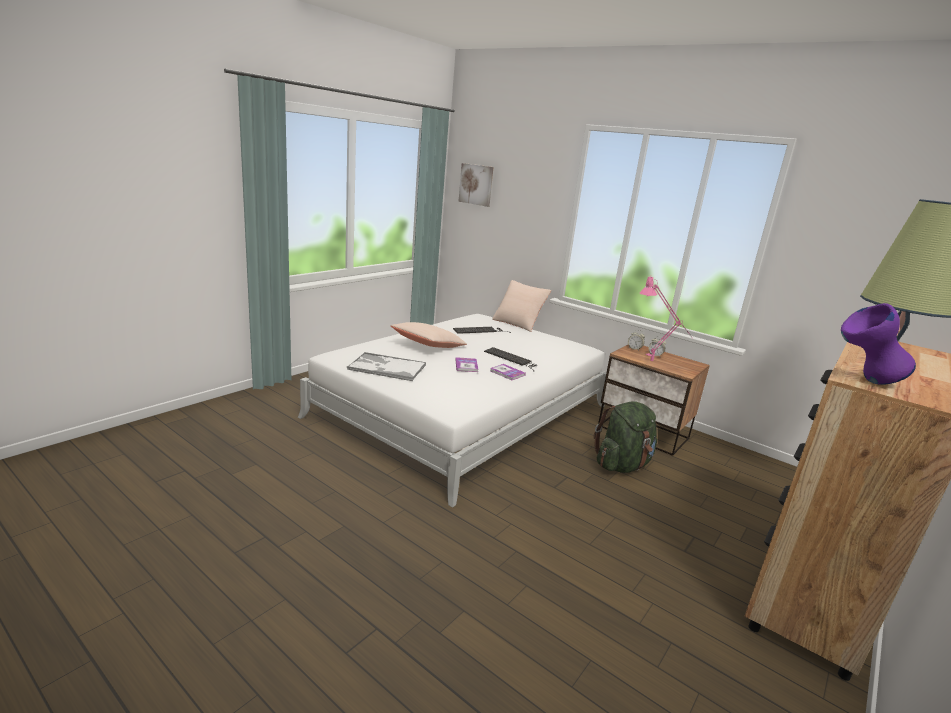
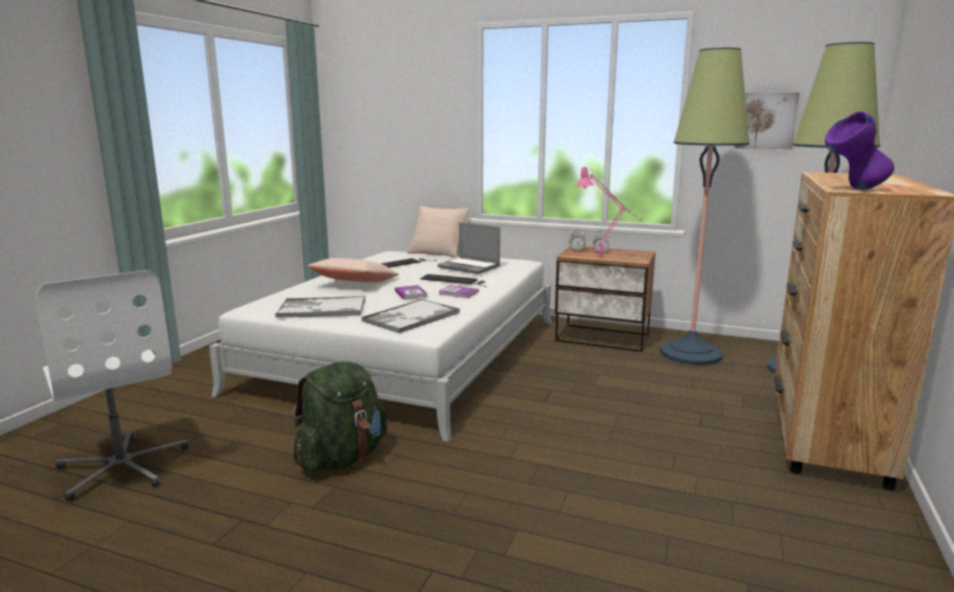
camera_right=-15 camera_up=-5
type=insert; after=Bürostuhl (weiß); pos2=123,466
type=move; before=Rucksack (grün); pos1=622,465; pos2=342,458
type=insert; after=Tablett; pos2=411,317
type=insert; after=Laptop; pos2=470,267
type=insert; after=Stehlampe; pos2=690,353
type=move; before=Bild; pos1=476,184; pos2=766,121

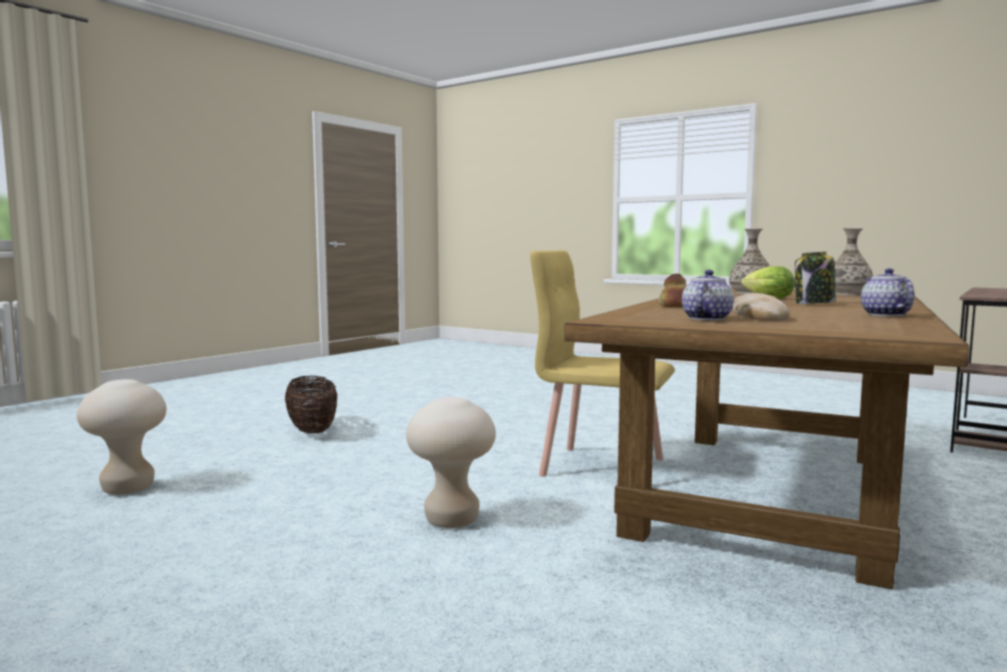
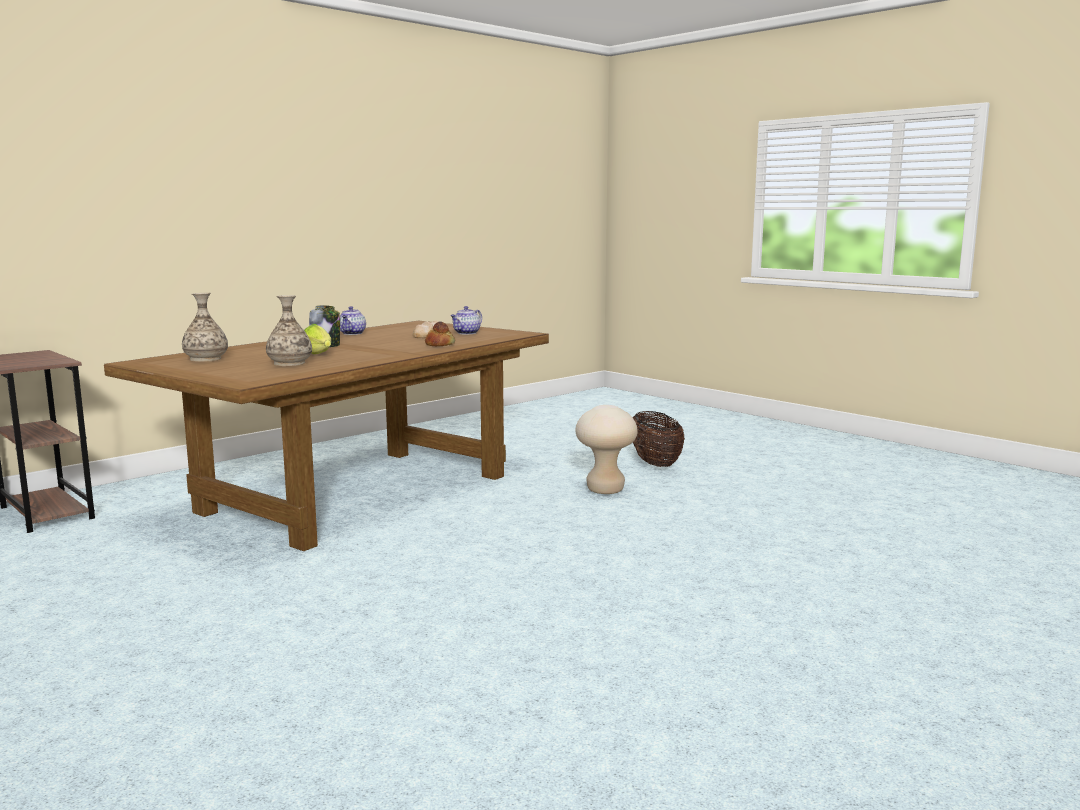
camera_right=-170 camera_up=5
type=move; before=Korb; pos1=312,431; pos2=655,463
type=delete; before=Hocker (beige); pos1=128,489
type=delete; before=Stuhl (gelb); pos1=601,466

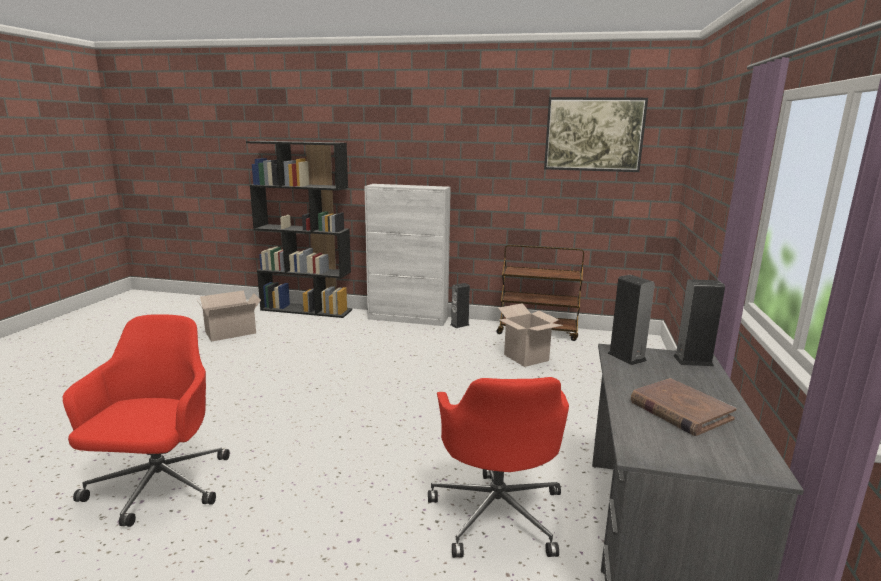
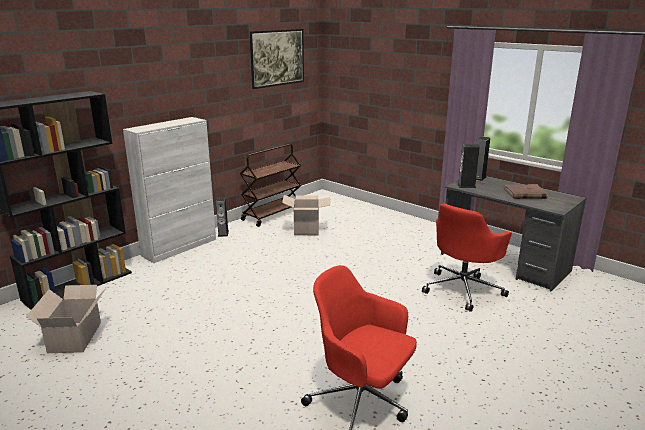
camera_right=-60 camera_up=5
type=rotate; before=Bürostuhl (rot); pos1=497,512; pos2=463,289; turn=105

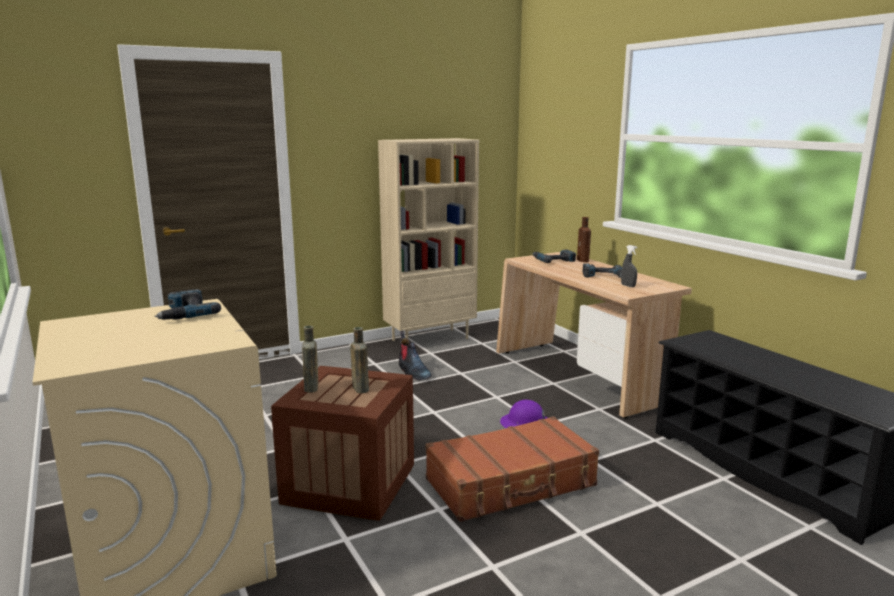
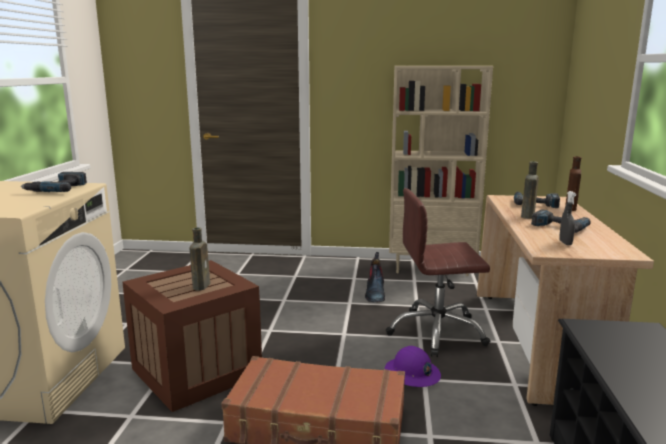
camera_right=35 camera_up=0
type=insert; after=Bürostuhl (braun); pos2=437,332
type=move; before=Flasche (braun); pos1=311,388; pos2=527,216

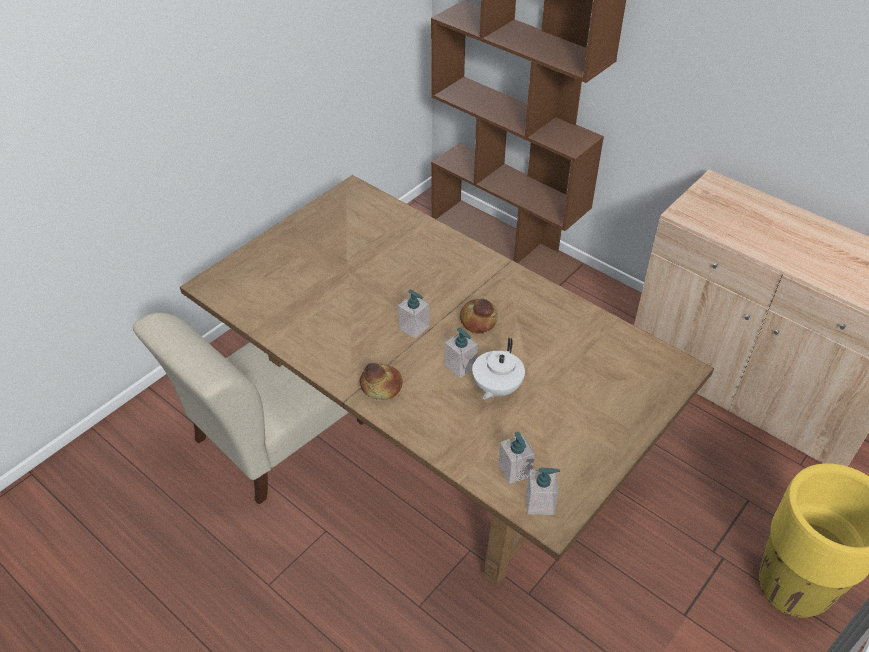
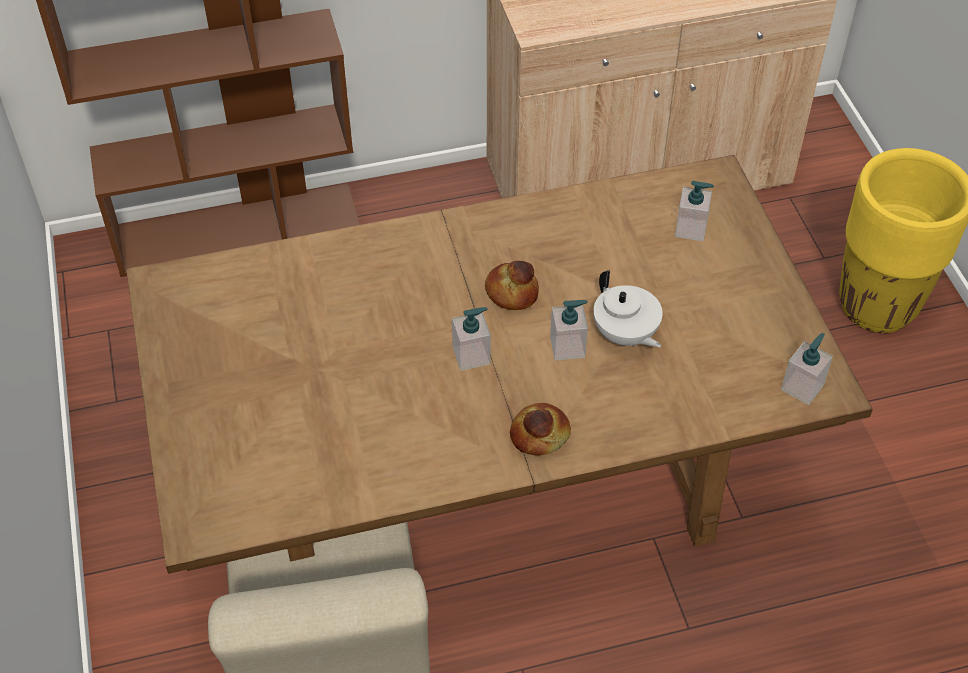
camera_right=-55 camera_up=5
type=move; before=Seifenspender; pos1=515,470; pos2=691,229

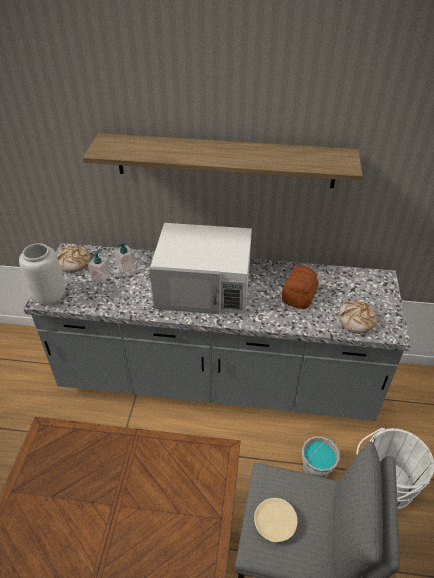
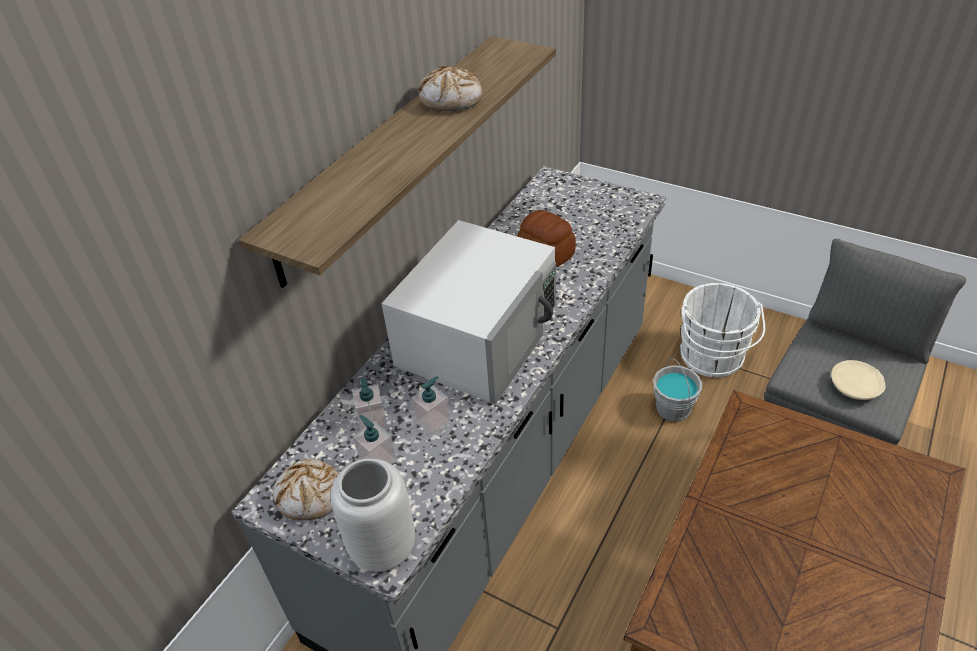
camera_right=-65 camera_up=0
type=insert; after=Seifenspender; pos2=433,422
type=move; before=Brot; pos1=356,321; pos2=451,99

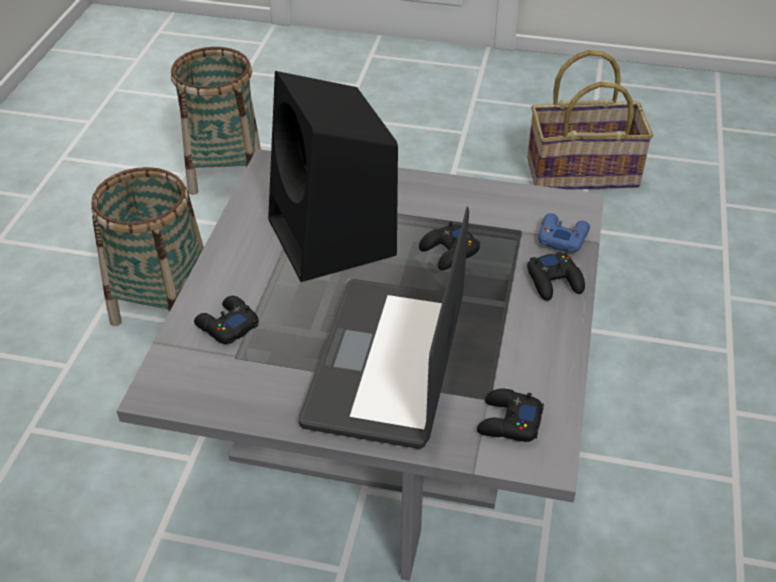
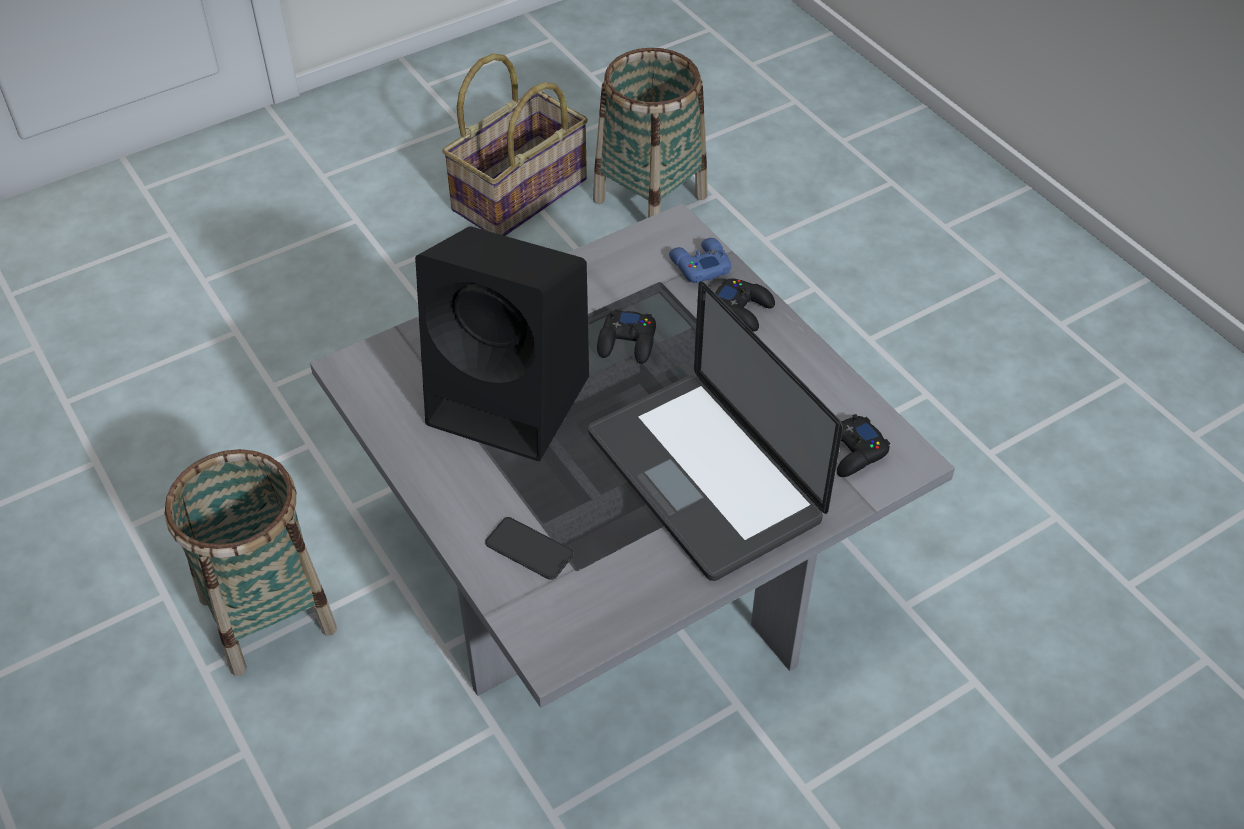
camera_right=-45 camera_up=5
type=replace; before=Gamepad (schwarz); after=Handy; pos1=226,325; pos2=529,549
type=move; before=Korb; pos1=225,172; pos2=649,198

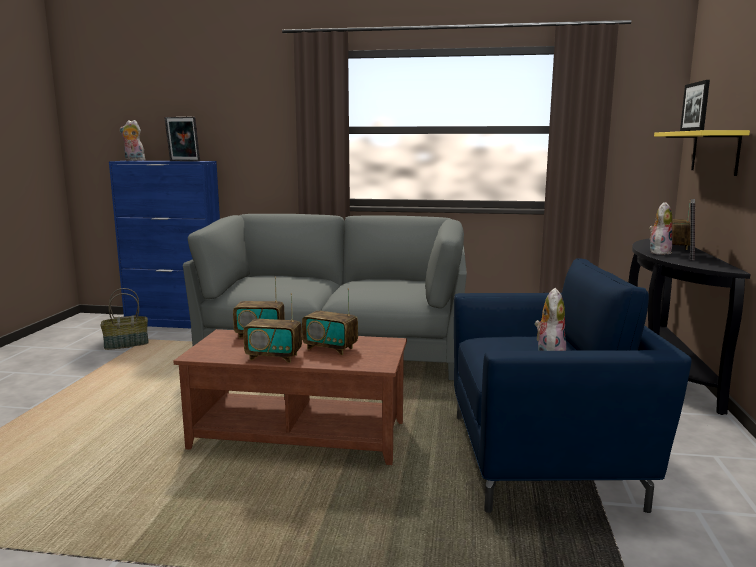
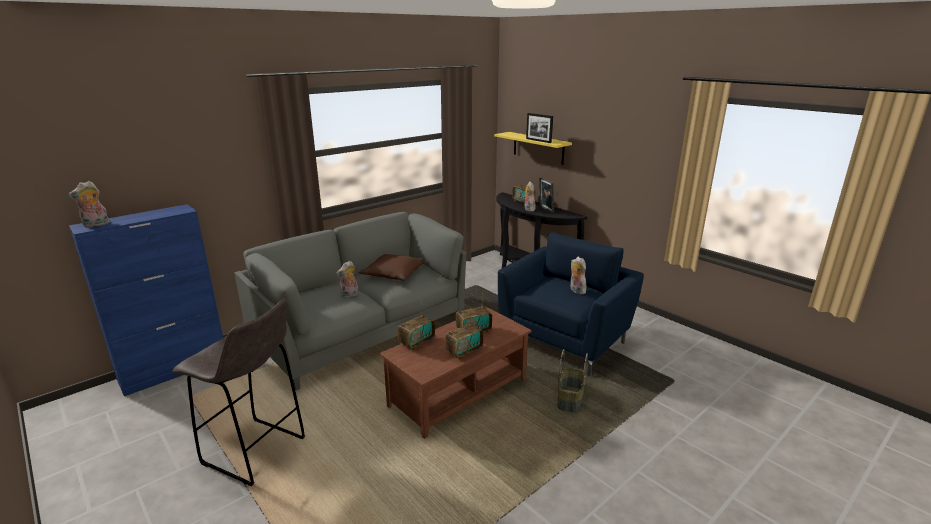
camera_right=-50 camera_up=10
type=insert; after=Hocker (grau); pos2=256,452
type=insert; after=Plüschtier; pos2=350,295
type=insert; after=Kissen (braun); pos2=393,273
type=move; before=Korb; pos1=126,344; pos2=570,400
type=delete; before=Bilderrahmen; pos1=183,161

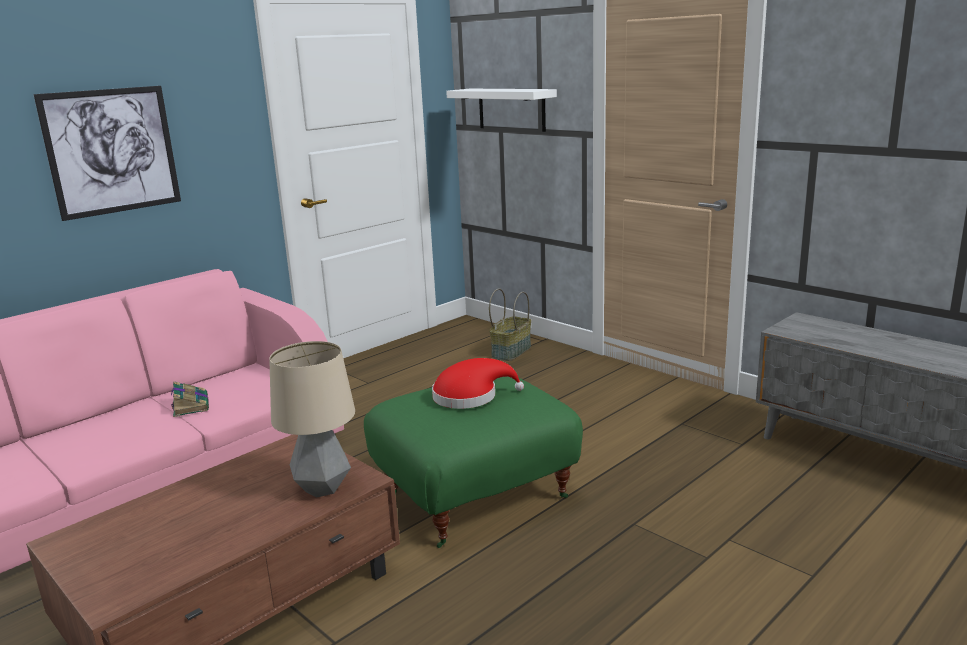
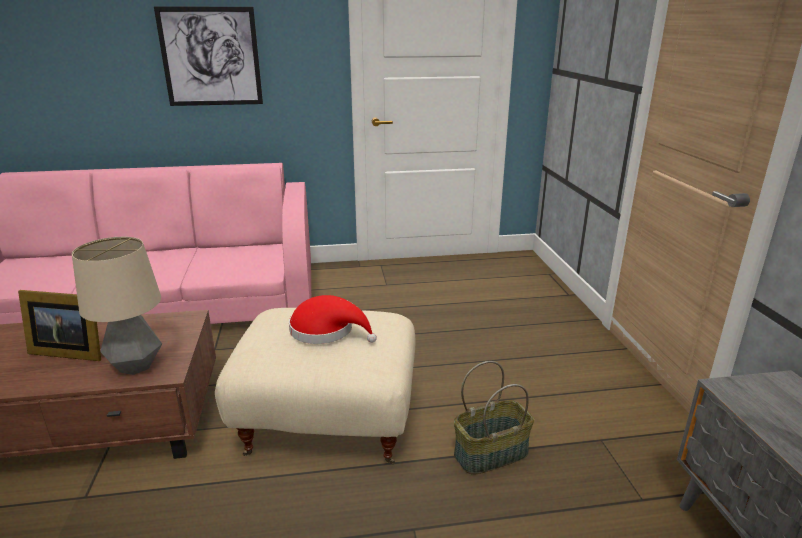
camera_right=35 camera_up=5
type=insert; after=Bilderrahmen; pos2=69,351
type=recolor; before=Polsterhocker (grün); after=Polsterhocker (beige); pos1=475,495; pos2=329,421
type=move; before=Korb; pos1=511,351; pos2=491,453
type=delete; before=Buch; pos1=191,405
type=delete; before=Wandregal (weiß); pos1=511,109

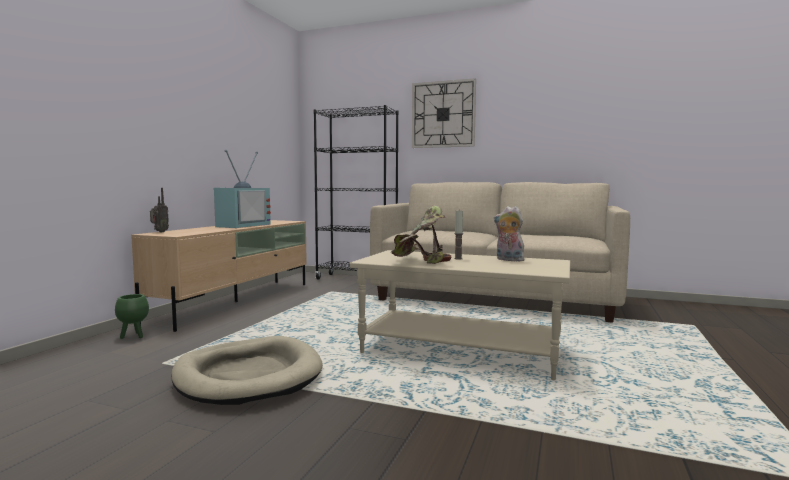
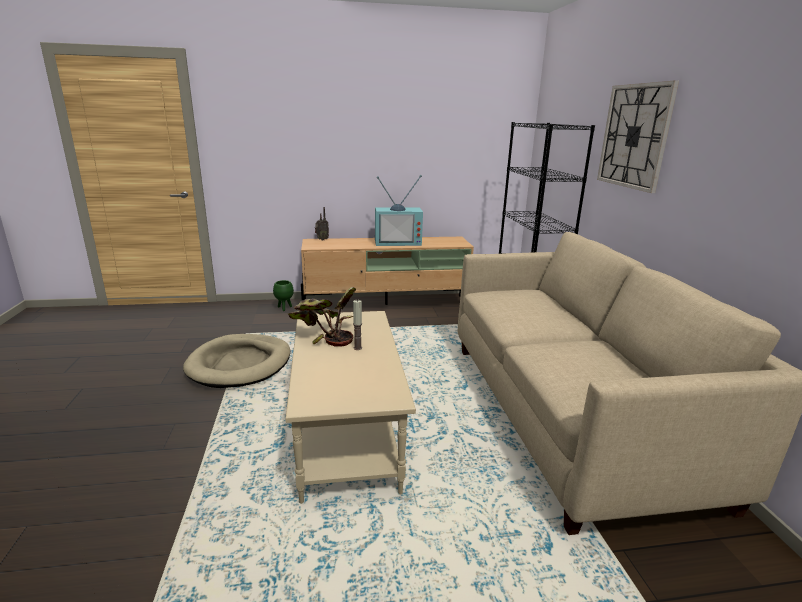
camera_right=60 camera_up=15
type=delete; before=Plüschtier; pos1=508,260

